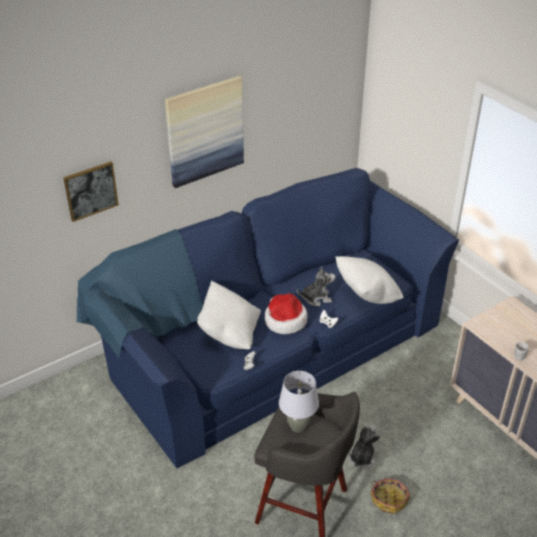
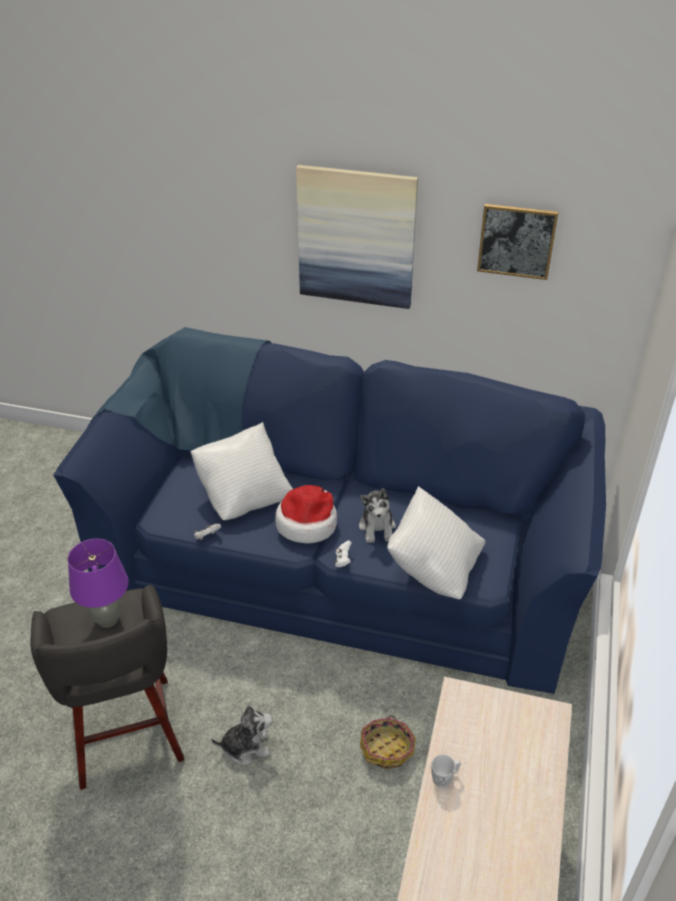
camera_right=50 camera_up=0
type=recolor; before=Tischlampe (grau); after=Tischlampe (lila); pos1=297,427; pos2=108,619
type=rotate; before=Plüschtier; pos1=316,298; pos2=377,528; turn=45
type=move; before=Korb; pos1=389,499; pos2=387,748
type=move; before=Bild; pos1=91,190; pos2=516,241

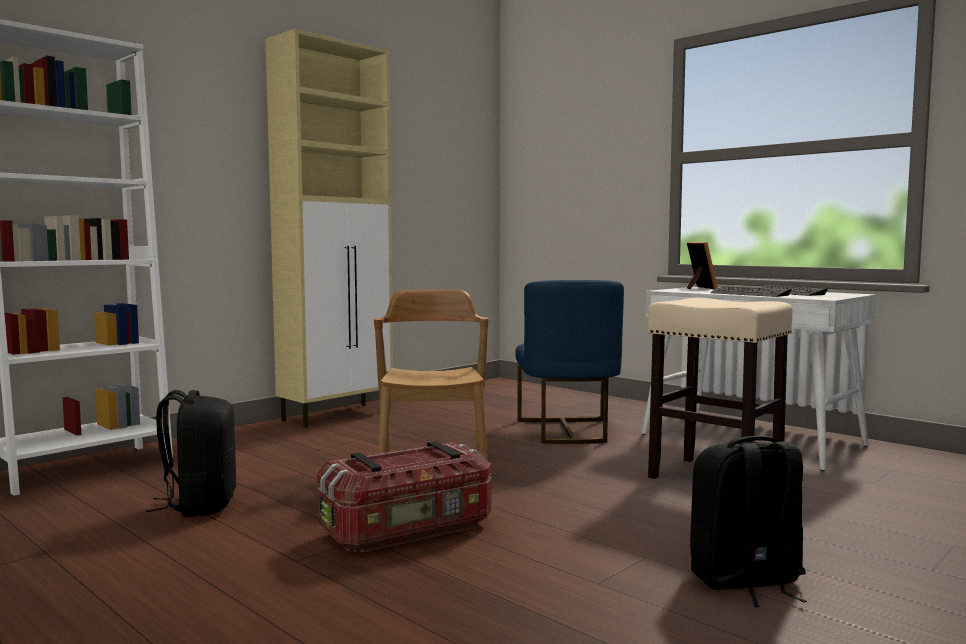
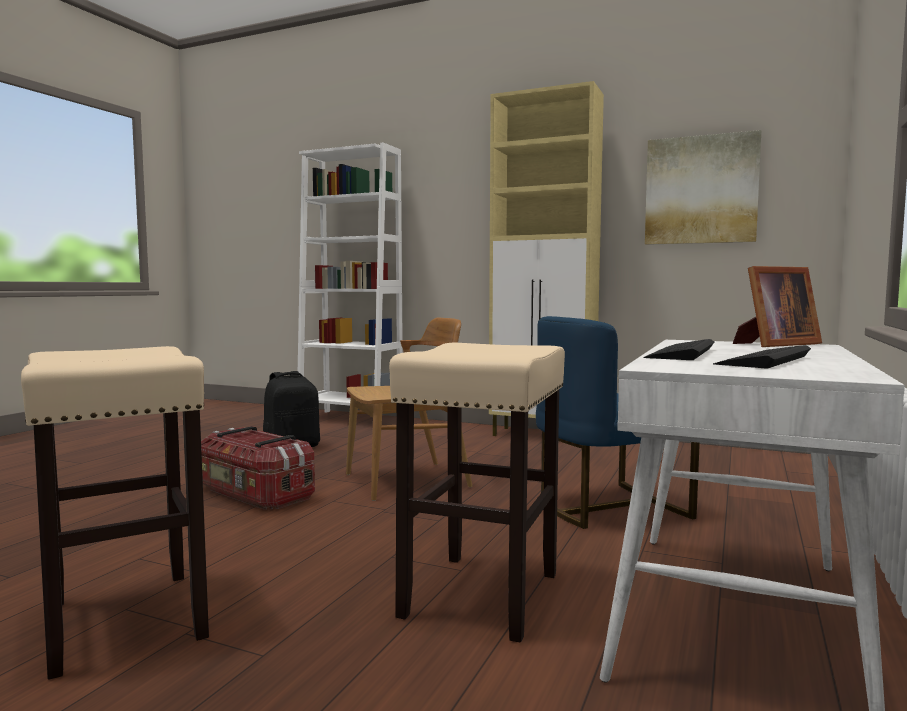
camera_right=70 camera_up=0
type=replace; before=Rucksack (schwarz); after=Hocker (beige); pos1=746,582; pos2=125,619
type=insert; after=Bild; pos2=701,190

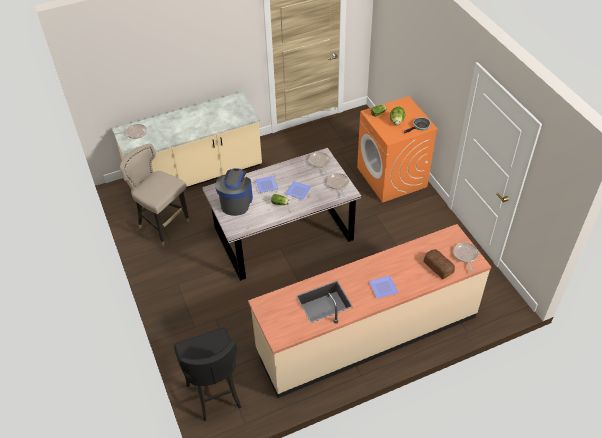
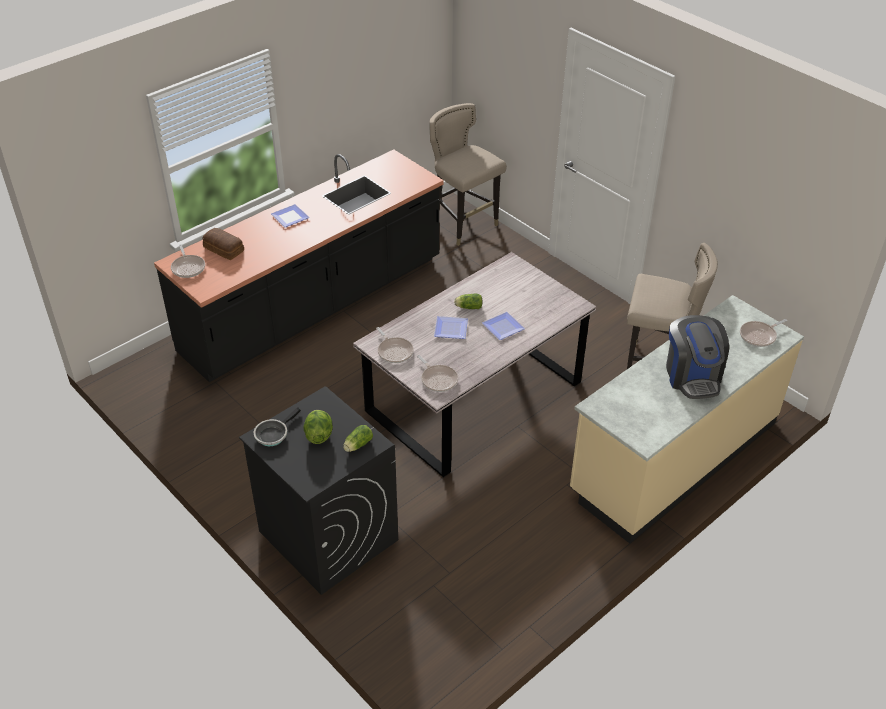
camera_right=160 camera_up=-5
type=recolor; before=Küchenzeile (beige); after=Küchenzeile (schwarz); pos1=367,333; pos2=314,306
type=recolor; before=Waschmaschine (orange); after=Waschmaschine (schwarz); pos1=392,177; pos2=327,535
type=recolor; before=Hocker (schwarz); after=Hocker (beige); pos1=215,394; pos2=463,225
type=move; before=Kaffeemaschine; pos1=236,202; pos2=692,376

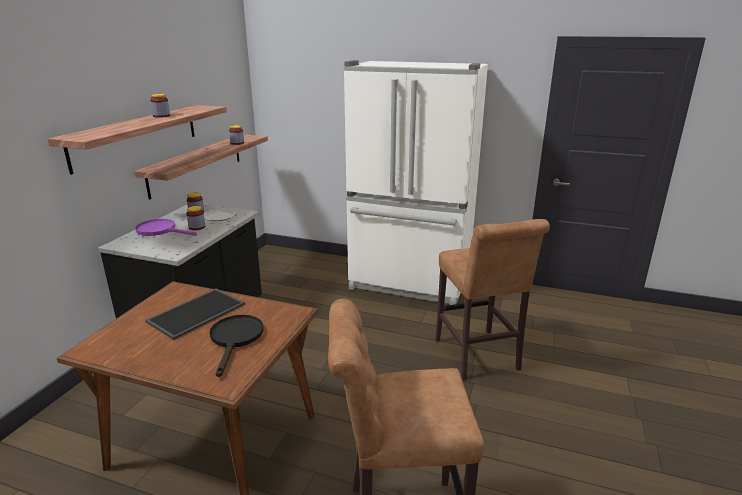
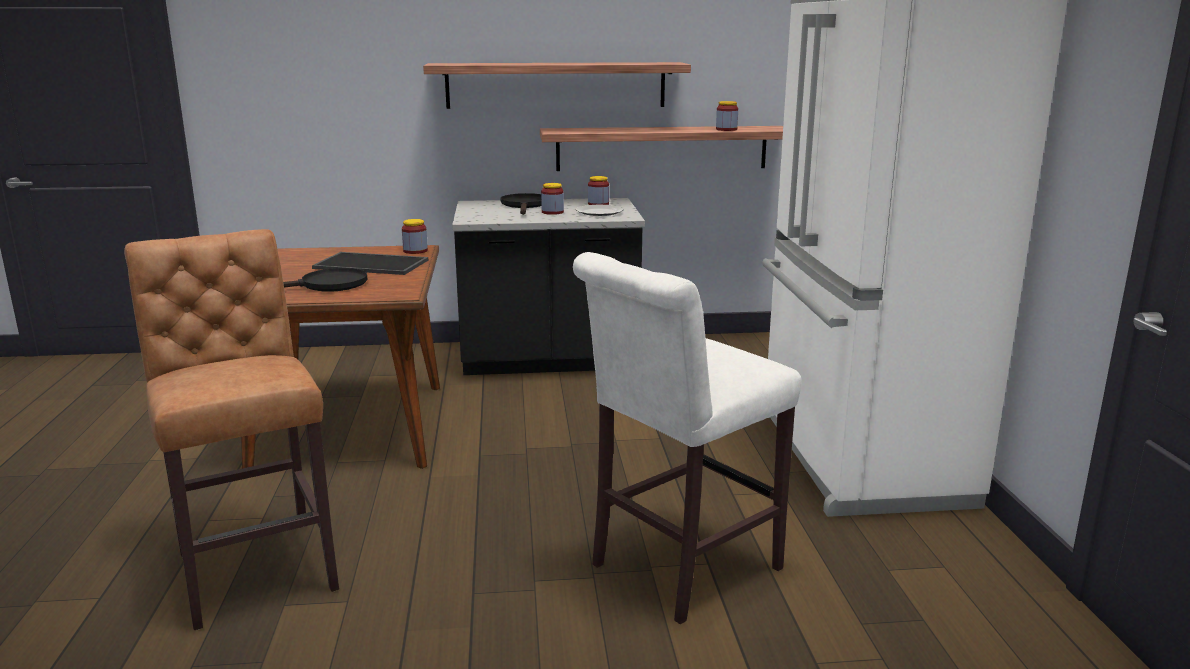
camera_right=65 camera_up=-5
type=move; before=Vorratsglas; pos1=161,116; pos2=415,251
type=recolor; before=Pfanne (lila); after=Pfanne (schwarz); pos1=161,230; pos2=525,205
type=recolor; before=Hocker (braun); after=Hocker (weiß); pos1=478,357; pos2=678,570

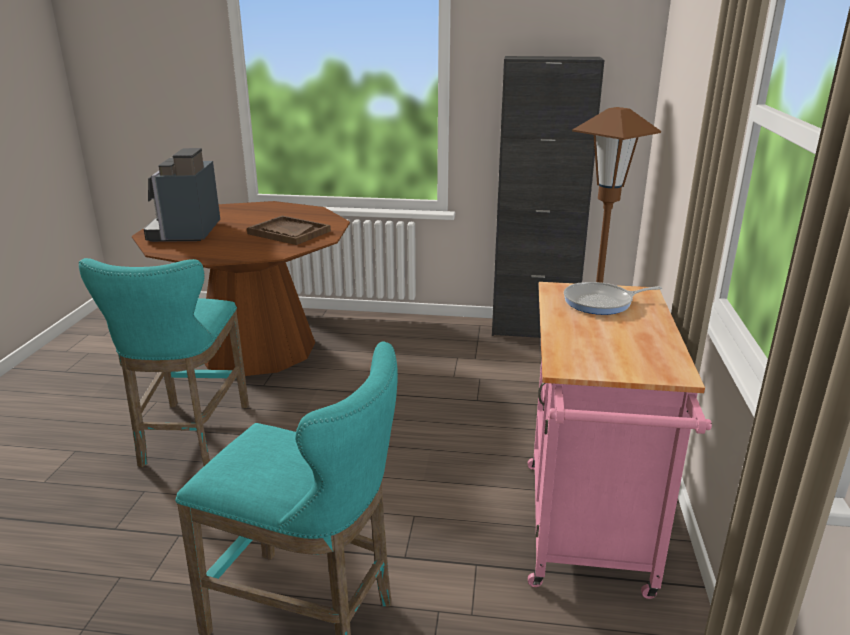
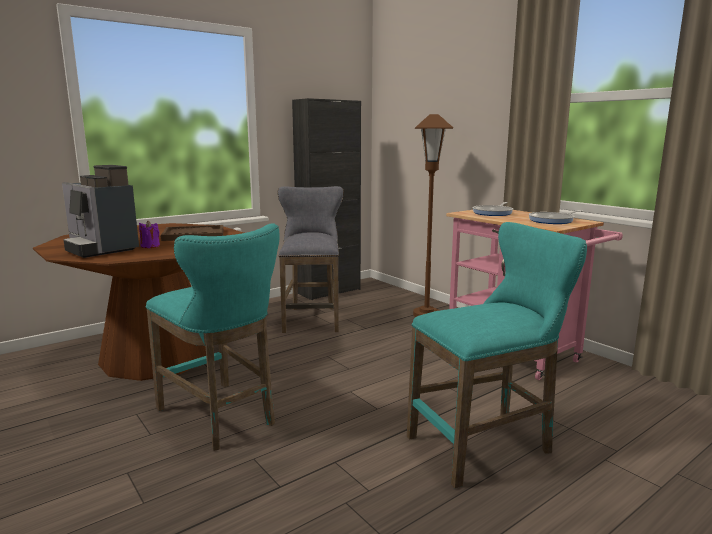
camera_right=-45 camera_up=-10
type=insert; after=Kerze (lila); pos2=150,246
type=insert; after=Hocker (grau); pos2=312,318
type=insert; after=Pfanne; pos2=553,220

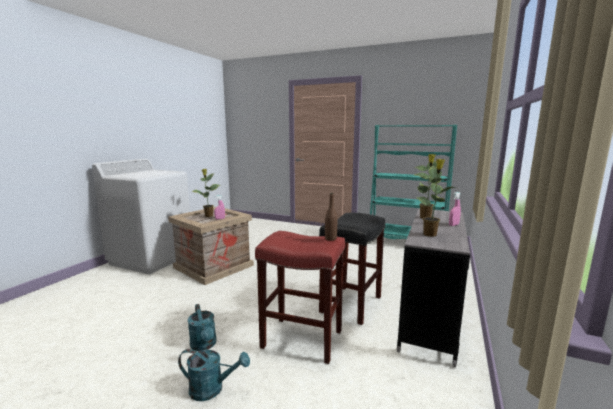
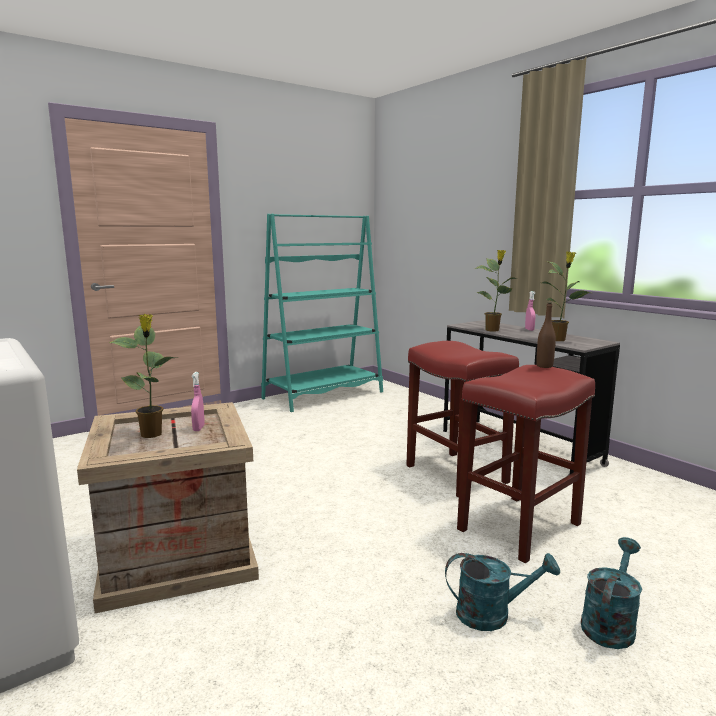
camera_right=-60 camera_up=0
type=recolor; before=Hocker (schwarz); after=Hocker (rot); pos1=351,303; pos2=455,473

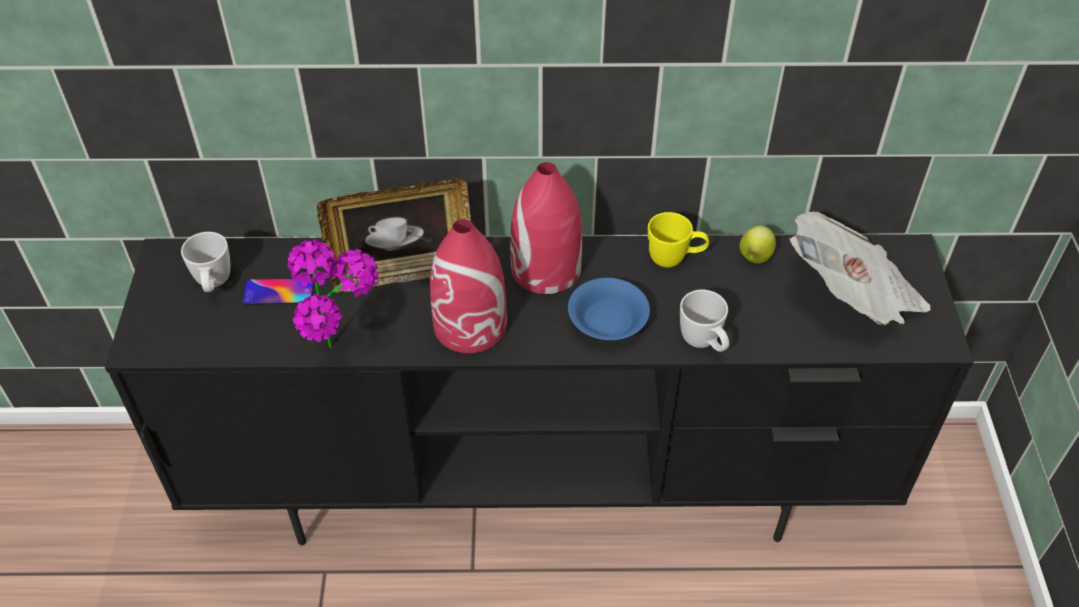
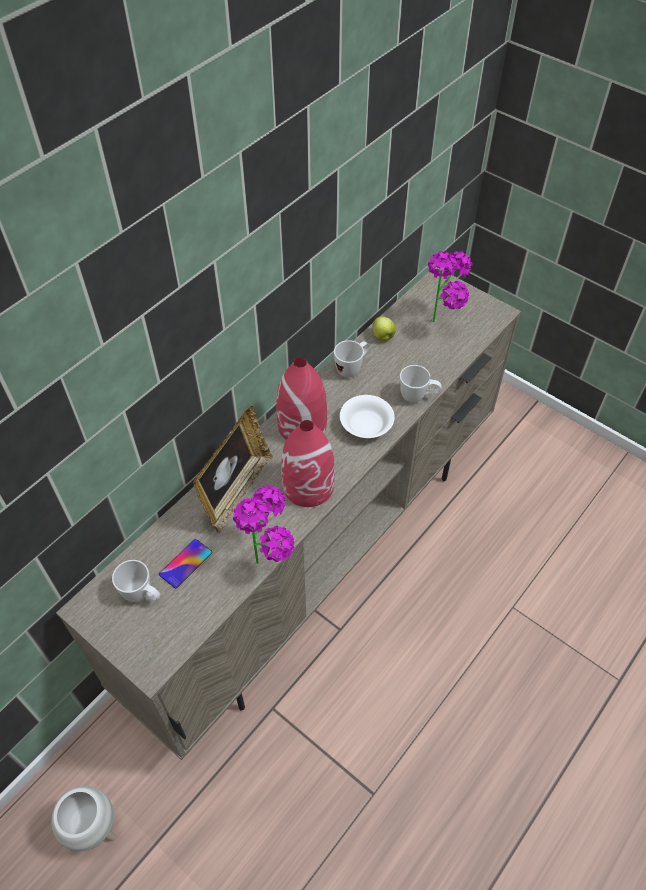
camera_right=-50 camera_up=5
type=insert; after=Pflanzkübel (weiß); pos2=95,829
type=recolor; before=Fernsehschrank (schwarz); after=Fernsehschrank (beige); pos1=543,488; pos2=321,558
type=recolor; before=Henkelbecher (gelb); after=Henkelbecher (weiß); pos1=675,259; pos2=352,368
type=recolor; before=Schüssel (blau); after=Schüssel (weiß); pos1=607,321; pos2=365,425
type=replace; before=Zeitung; after=Topfpflanze; pos1=852,297; pos2=444,321

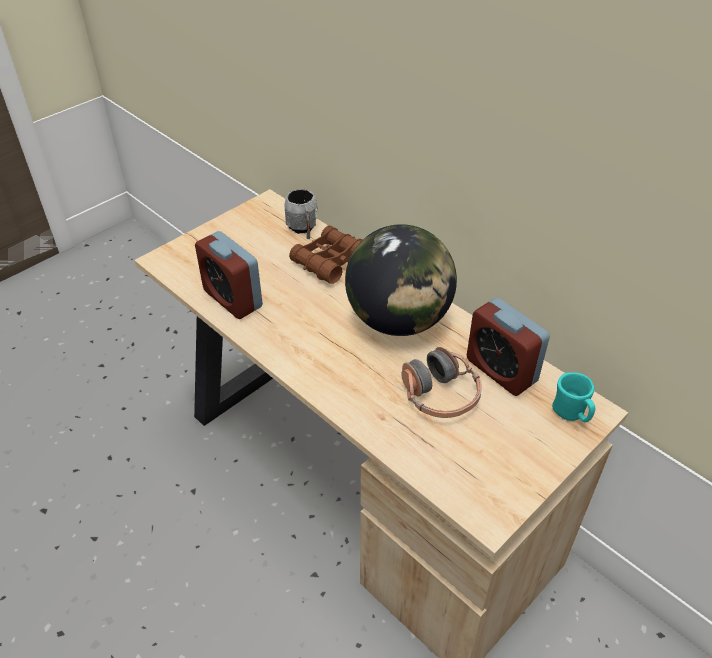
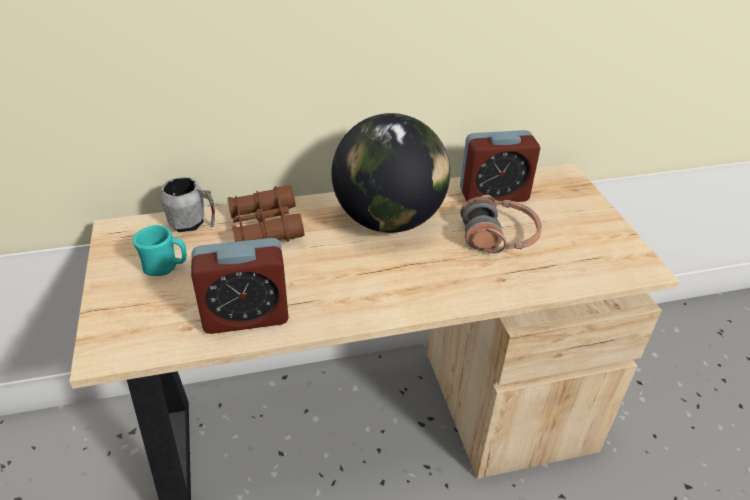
camera_right=-60 camera_up=-5
type=move; before=Henkelbecher (türkis); pos1=571,414; pos2=165,268

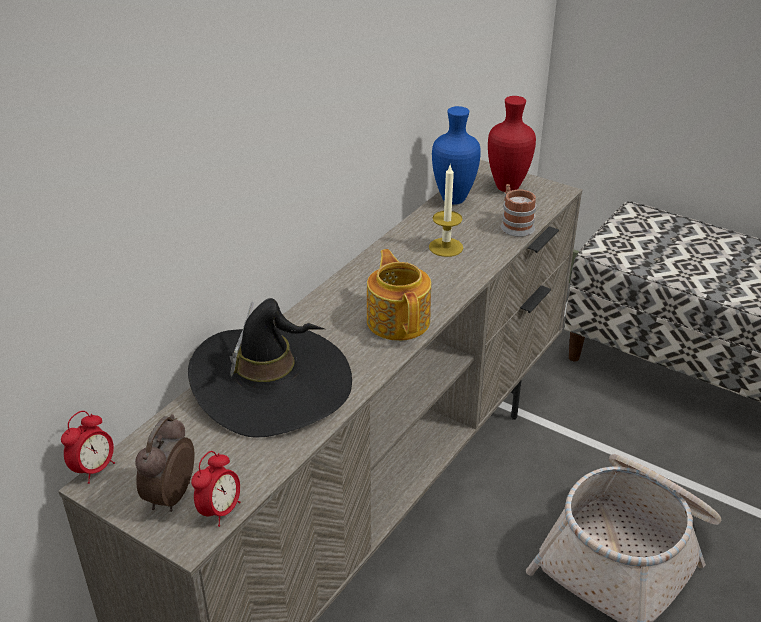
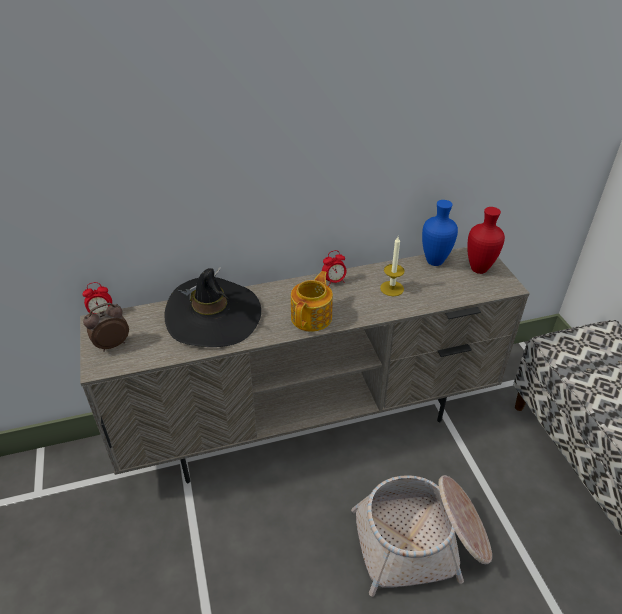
camera_right=40 camera_up=5
type=move; before=Wecker; pos1=220,511; pos2=334,281
type=delete; before=Henkelbecher; pos1=514,225

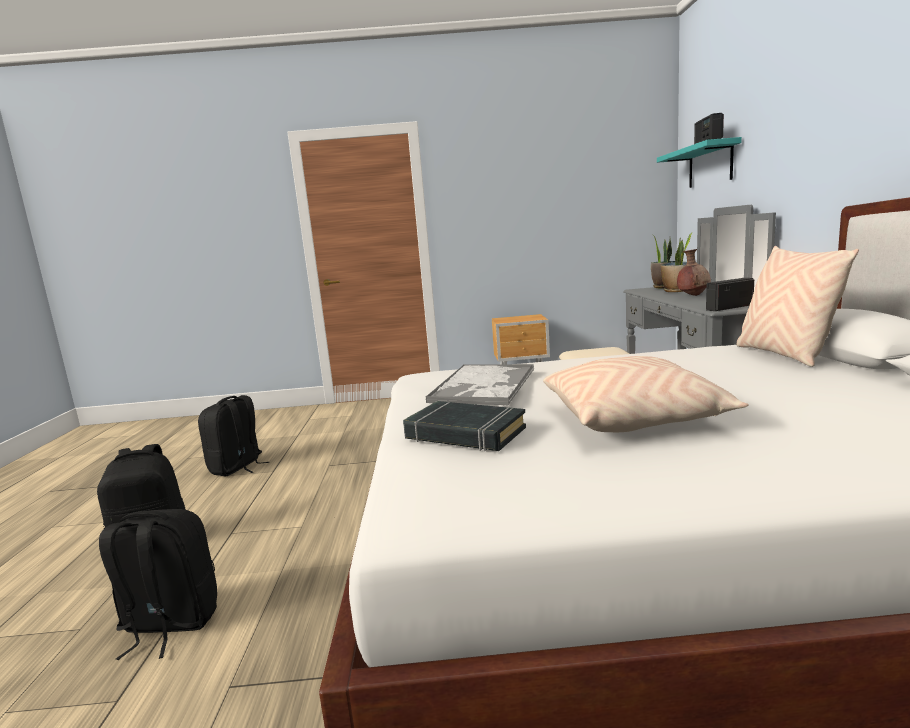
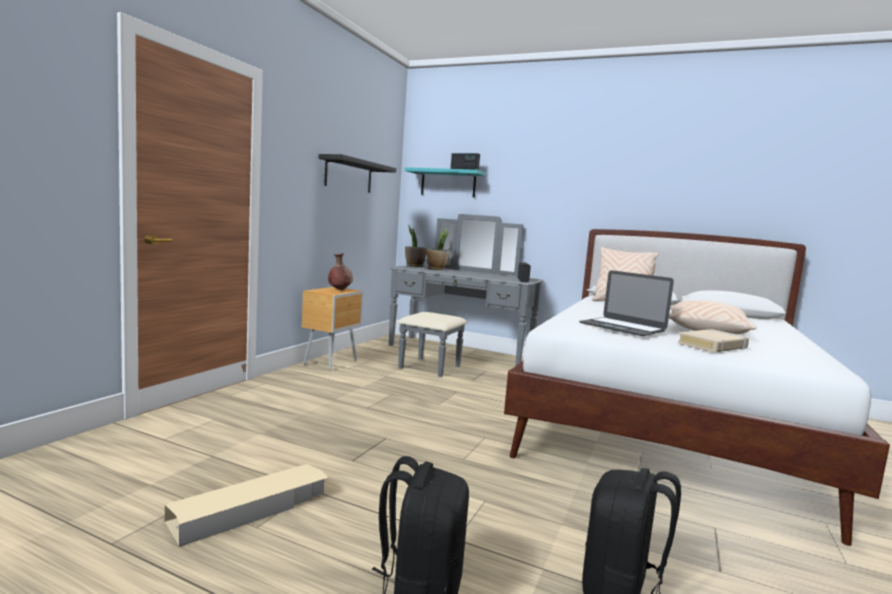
camera_right=-65 camera_up=-5
type=replace; before=Rucksack (schwarz); after=Aufbewahrungsbox (beige); pos1=237,467; pos2=251,509
type=insert; after=Wandregal (schwarz); pos2=349,175
type=move; before=Vase (braun); pos1=693,295; pos2=339,290
type=replace; before=Tablett; after=Laptop; pos1=483,386; pos2=622,327
type=recolor; before=Buch (schwarz); after=Buch (beige); pos1=464,434; pos2=713,346

